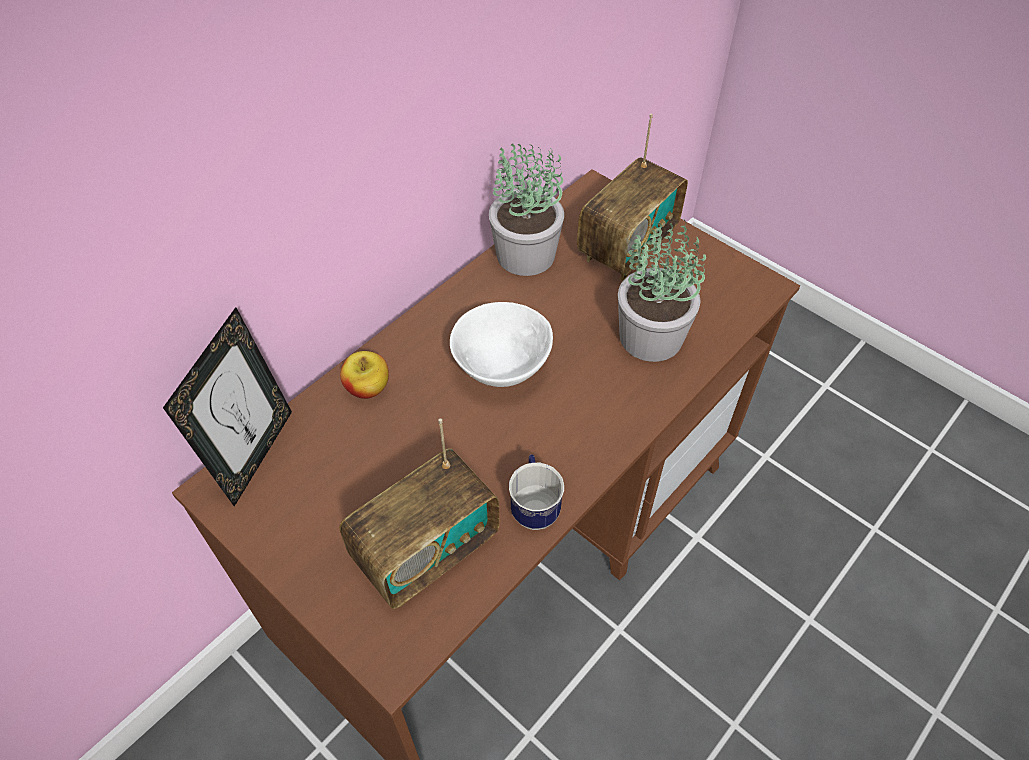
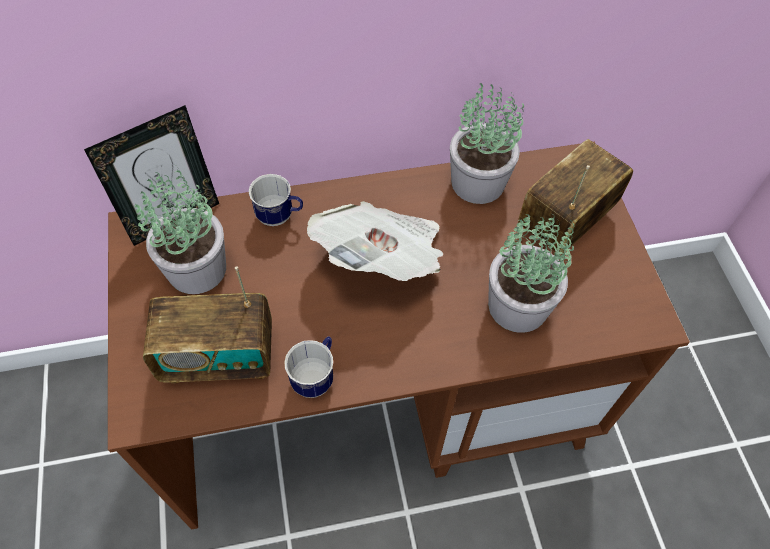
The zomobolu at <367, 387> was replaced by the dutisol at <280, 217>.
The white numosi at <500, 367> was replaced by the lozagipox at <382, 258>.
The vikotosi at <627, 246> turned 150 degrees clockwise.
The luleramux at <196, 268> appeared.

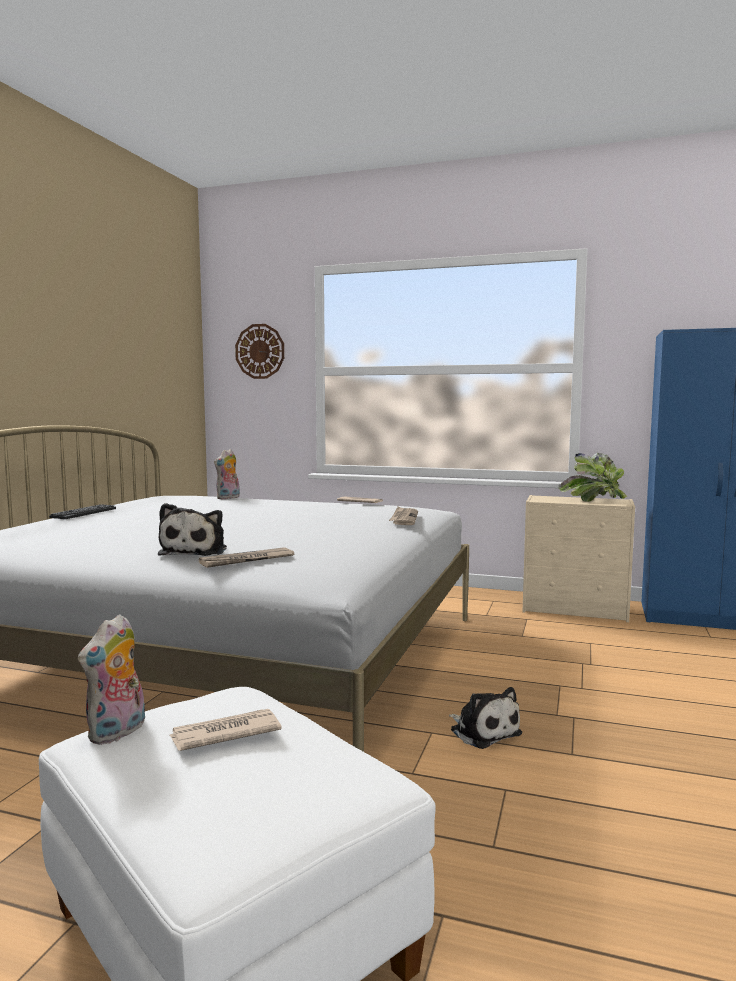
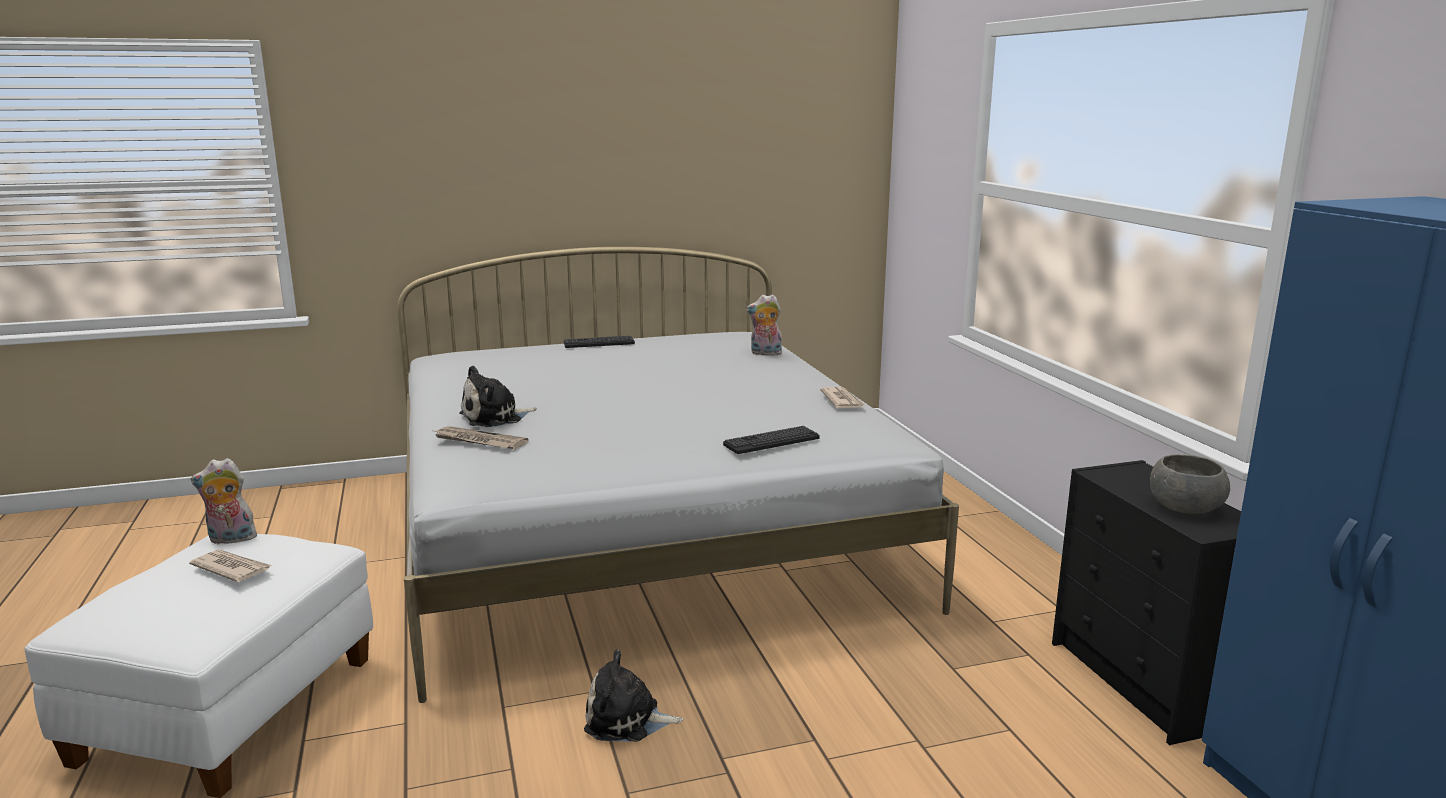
The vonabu at <260, 351> disappeared.
The lozagipox at <404, 518> was replaced by the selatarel at <771, 441>.
The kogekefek at <483, 731> turned 75 degrees clockwise.
The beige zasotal at <576, 610> became the black zasotal at <1144, 684>.
The luleramux at <593, 501> was replaced by the grey numosi at <1184, 507>.

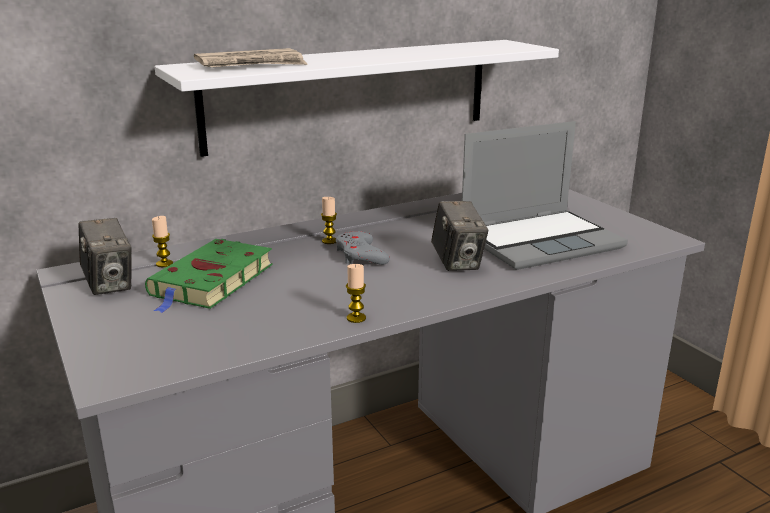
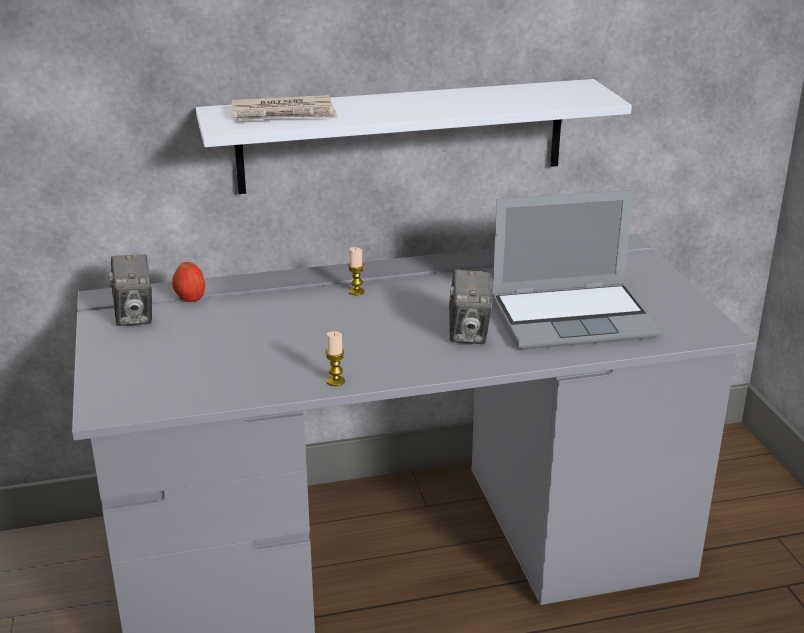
The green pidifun at <211, 281> disappeared.
The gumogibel at <164, 264> was replaced by the zomobolu at <190, 299>.
The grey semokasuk at <360, 255> disappeared.

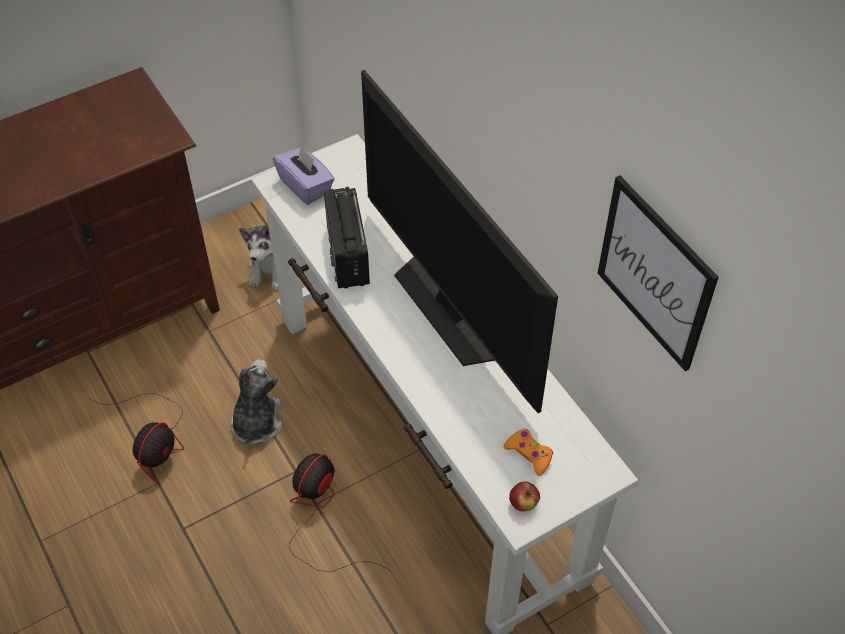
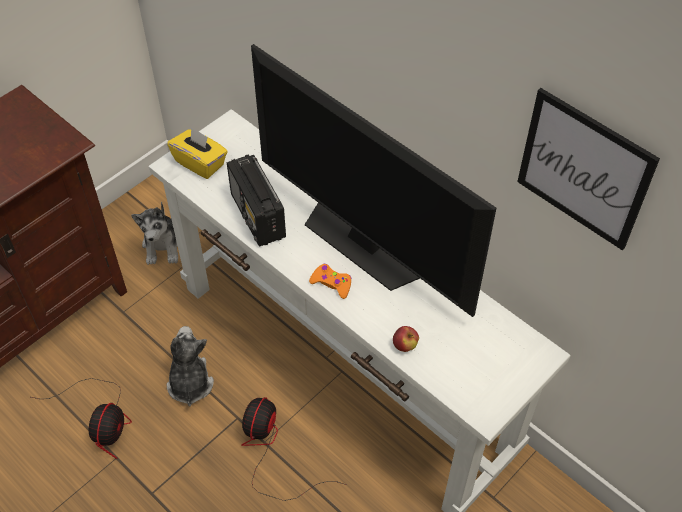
The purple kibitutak at <306, 186> became the yellow kibitutak at <200, 163>.
The orange semokasuk moved from <529, 454> to <332, 283>.
The zomobolu moved from <523, 504> to <405, 345>.

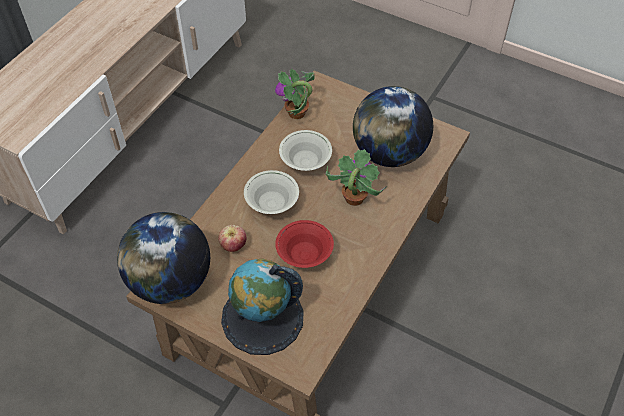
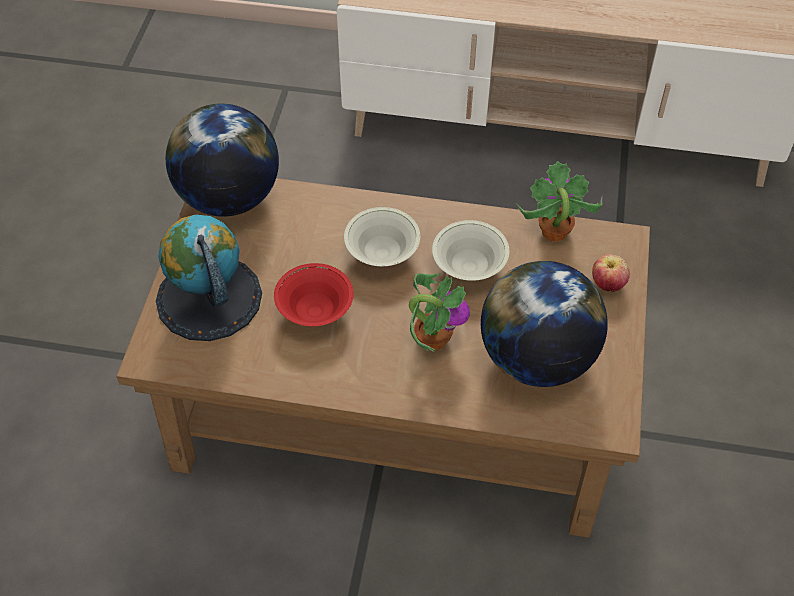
The zomobolu moved from <233, 246> to <607, 284>.

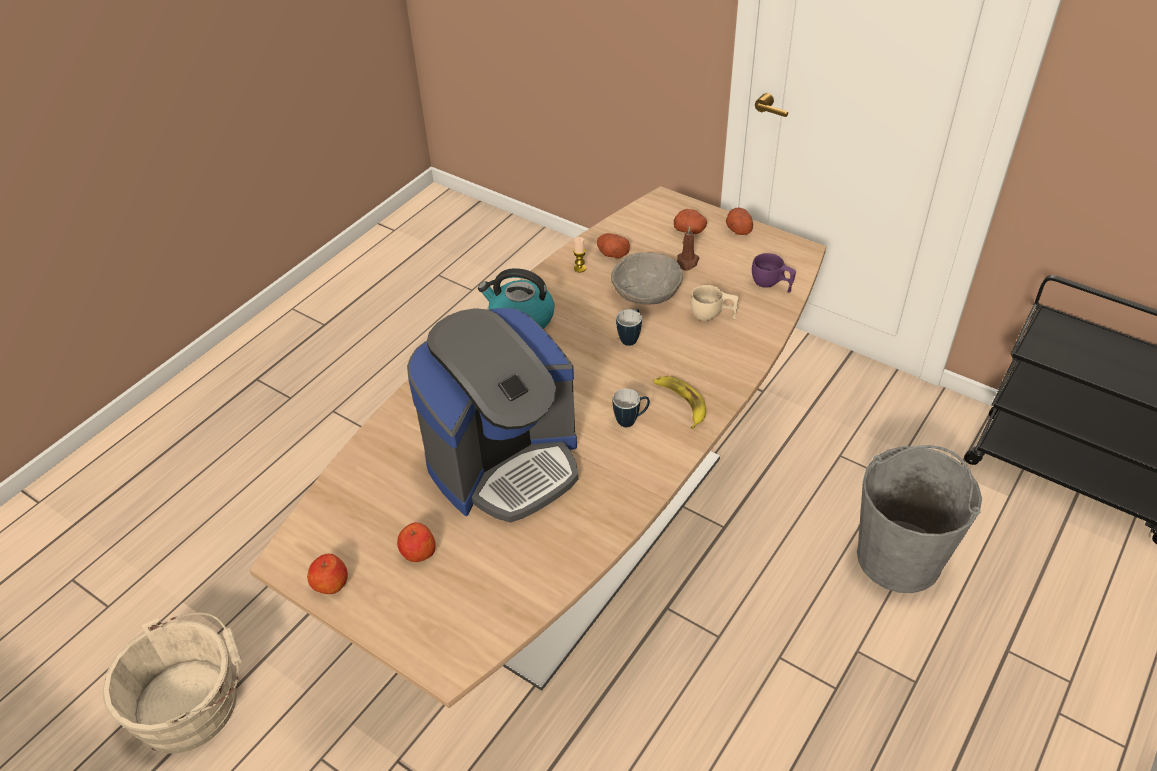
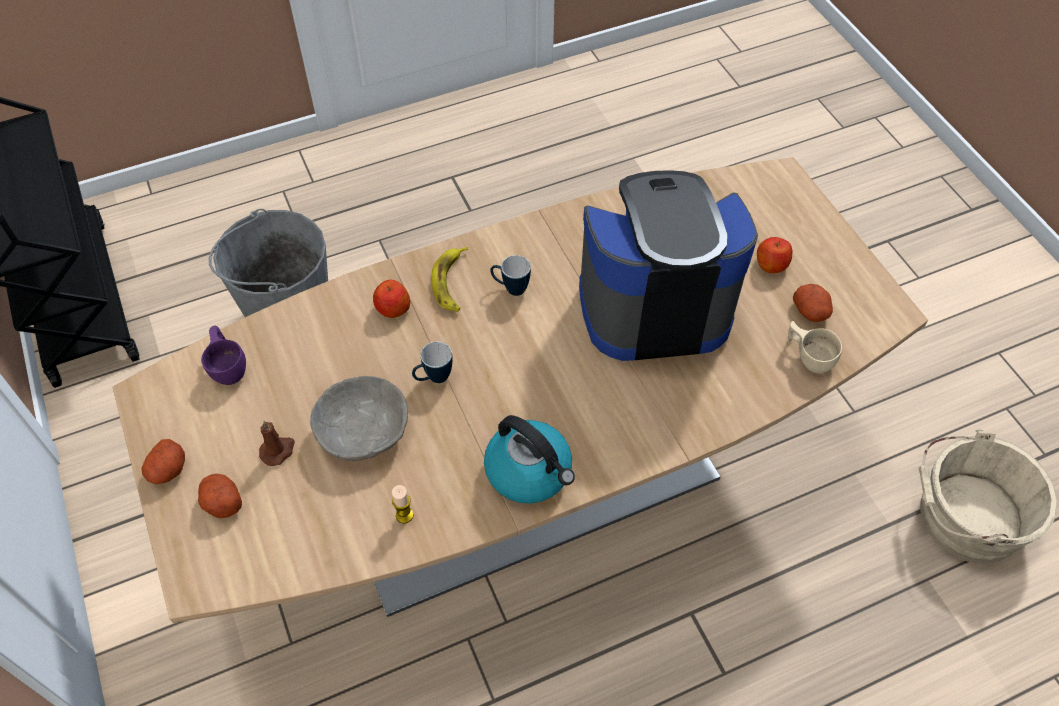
The zomobolu moved from <330, 583> to <392, 308>.
The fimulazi moved from <612, 253> to <811, 311>.
The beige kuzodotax moved from <712, 315> to <808, 356>.

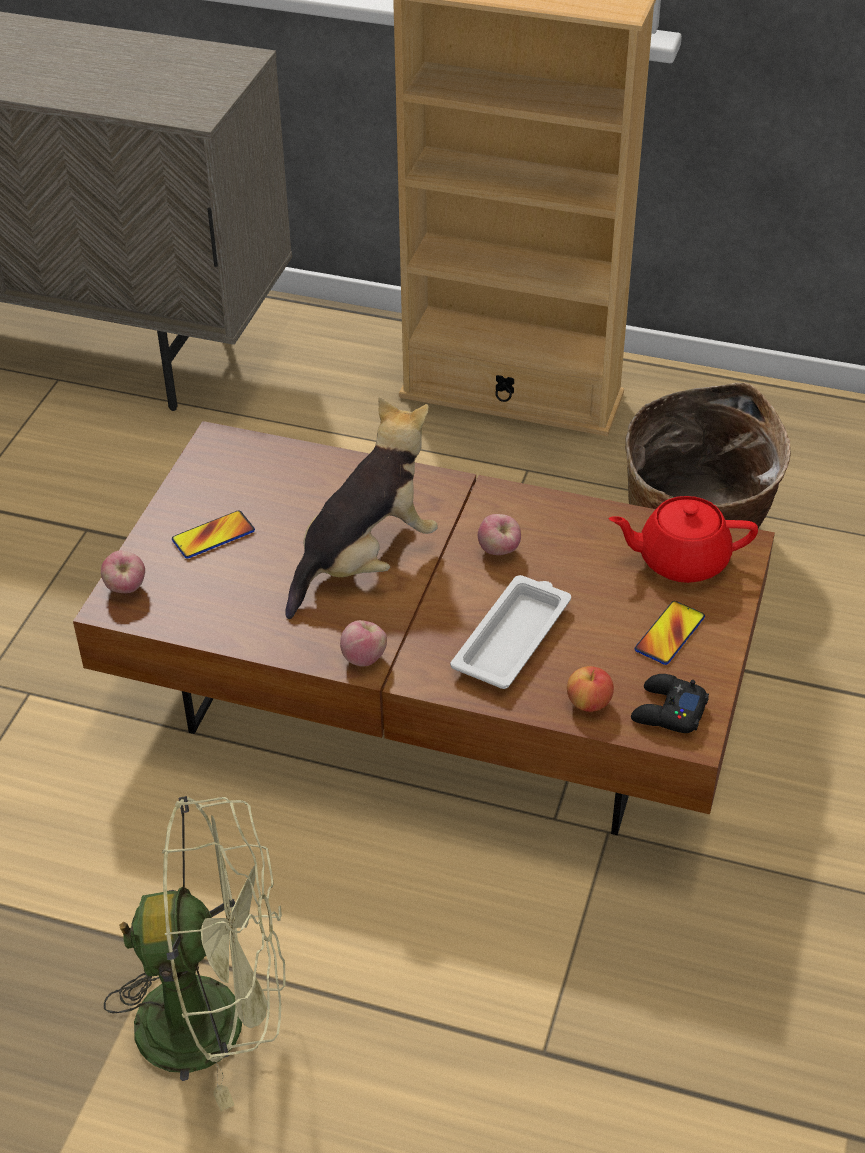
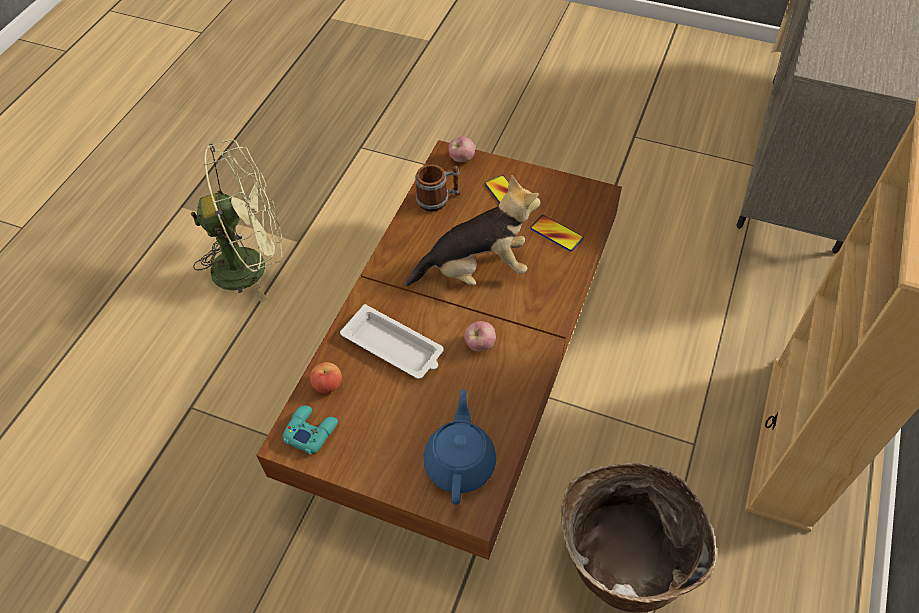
The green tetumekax at <216, 1019> turned 105 degrees counterclockwise.
The kogekefek at <365, 560> turned 60 degrees counterclockwise.
The zomobolu at <364, 658> disappeared.
The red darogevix at <680, 560> became the blue darogevix at <460, 463>.
The black semokasuk at <667, 711> became the turquoise semokasuk at <310, 431>.
The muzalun moved from <669, 634> to <556, 234>.
The dutisol at <438, 199> appeared.

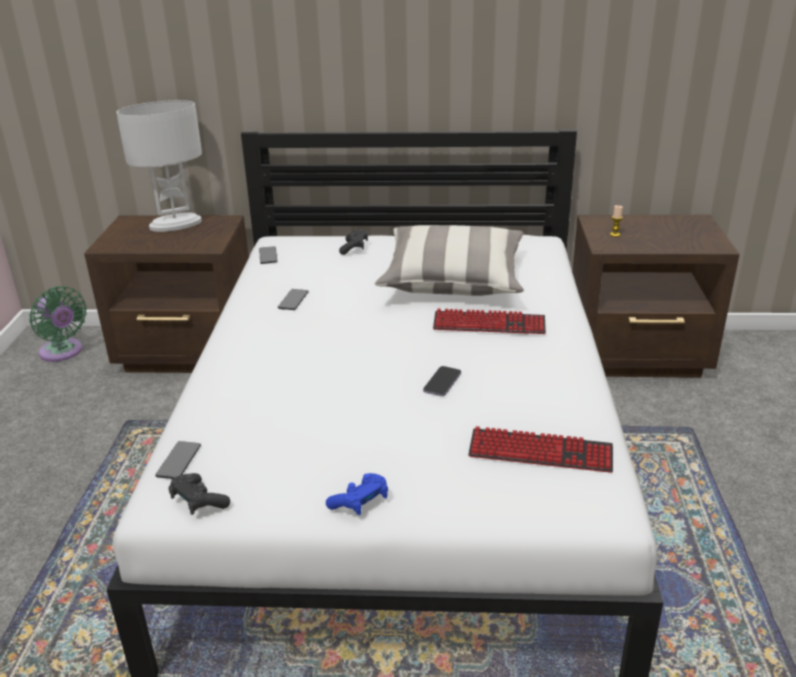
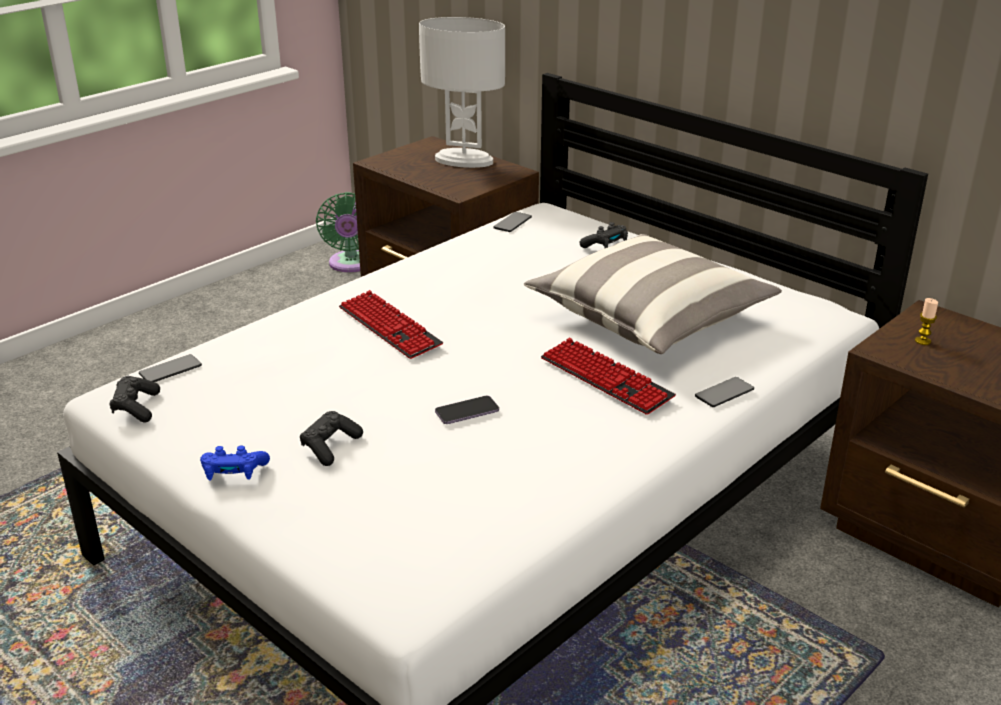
The muzalun moved from <293, 300> to <724, 393>.
The selatarel moved from <540, 452> to <389, 327>.
The black semokasuk at <330, 447> appeared.

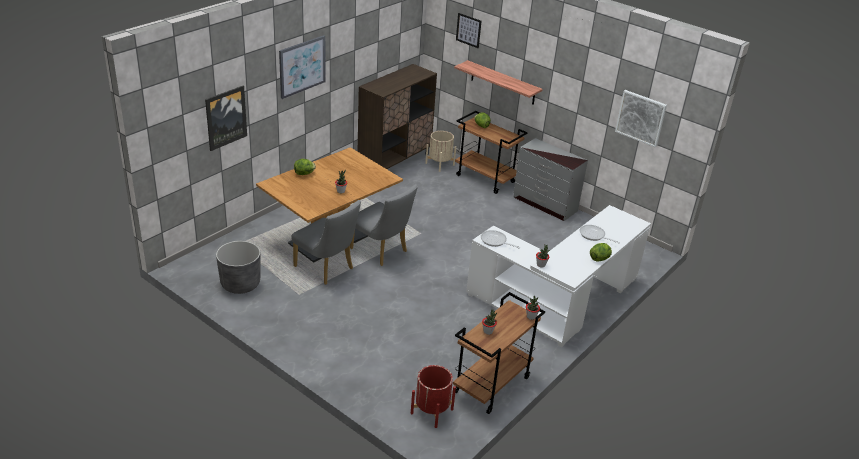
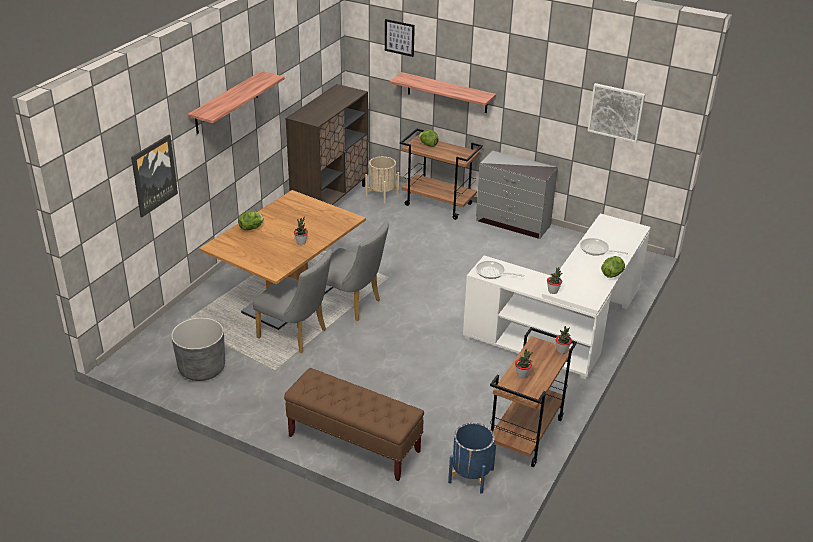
The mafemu at <302, 66> was replaced by the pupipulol at <227, 103>.
The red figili at <432, 411> became the blue figili at <471, 476>.
The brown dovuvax at <353, 444> appeared.

